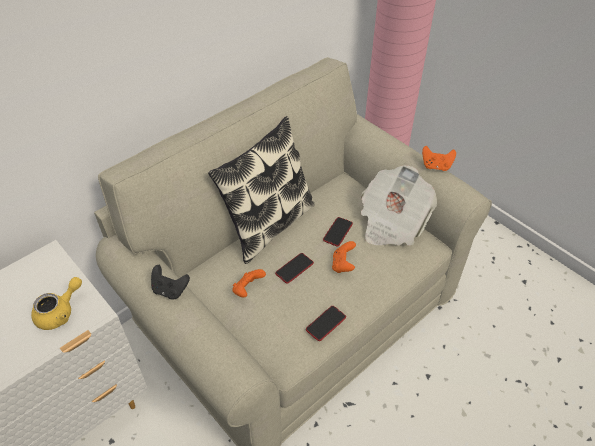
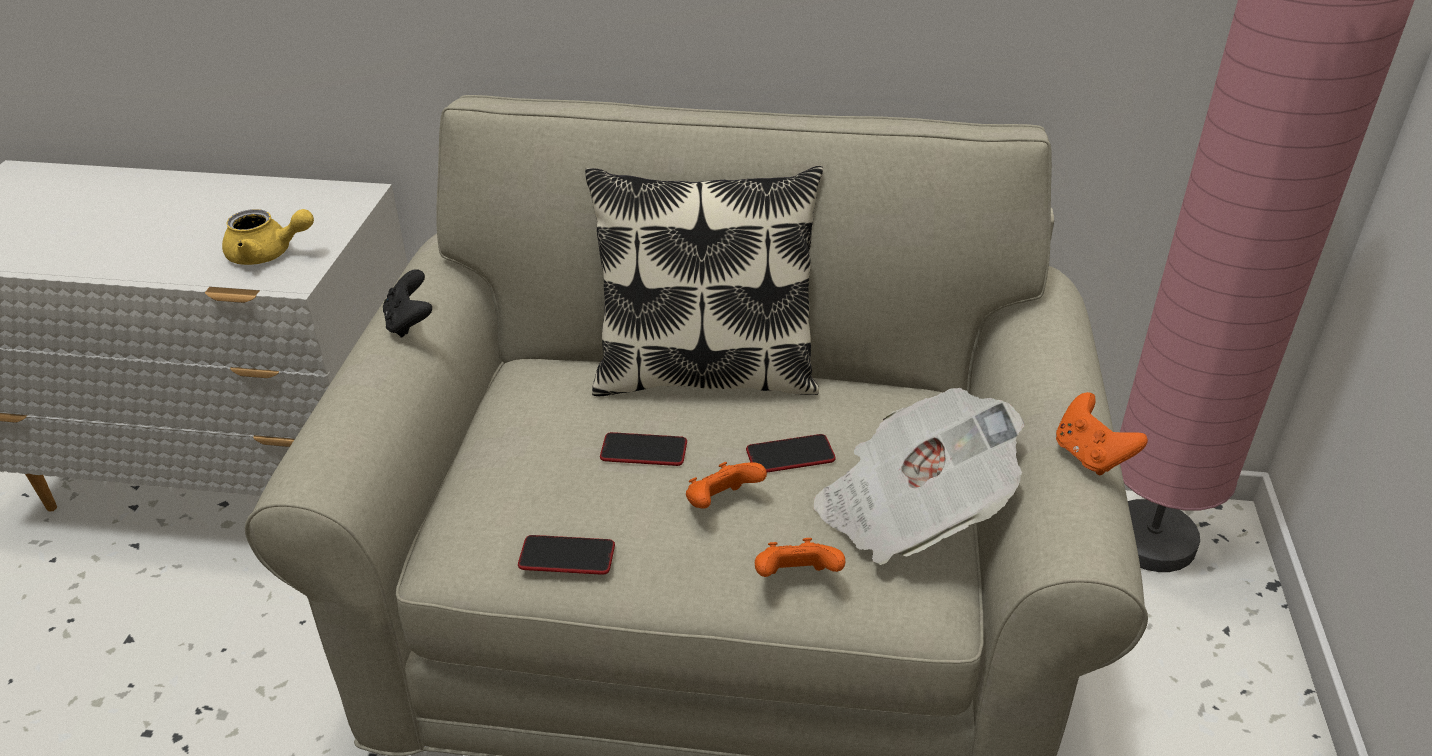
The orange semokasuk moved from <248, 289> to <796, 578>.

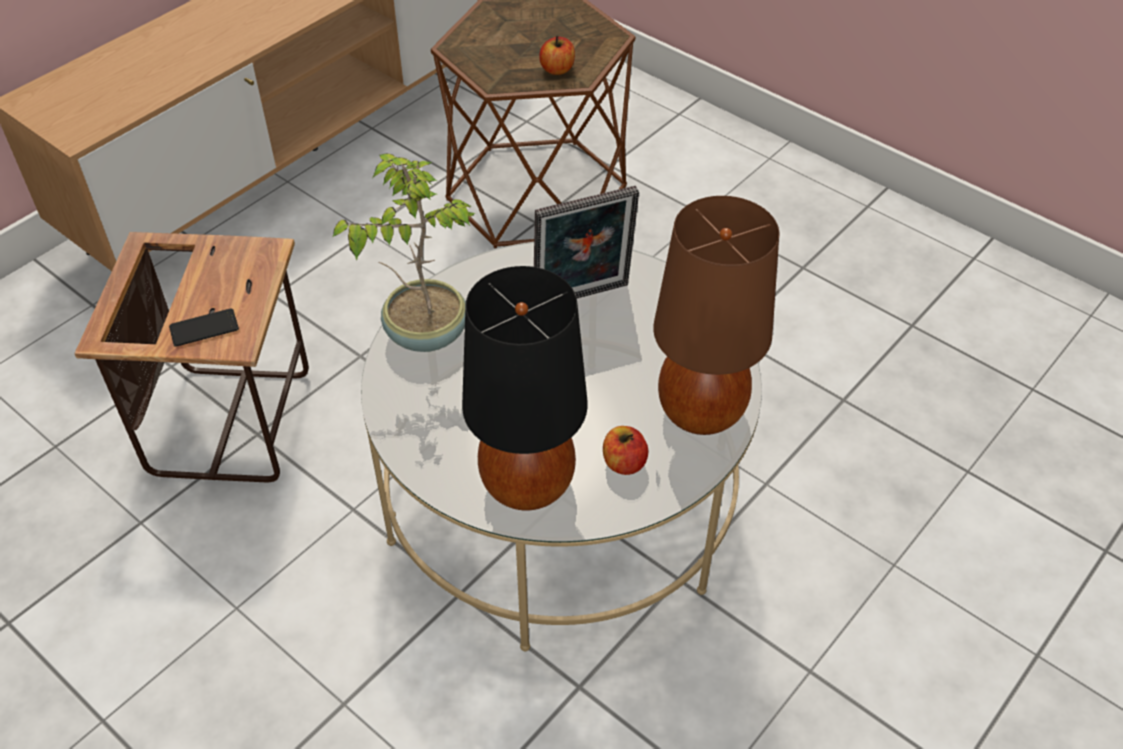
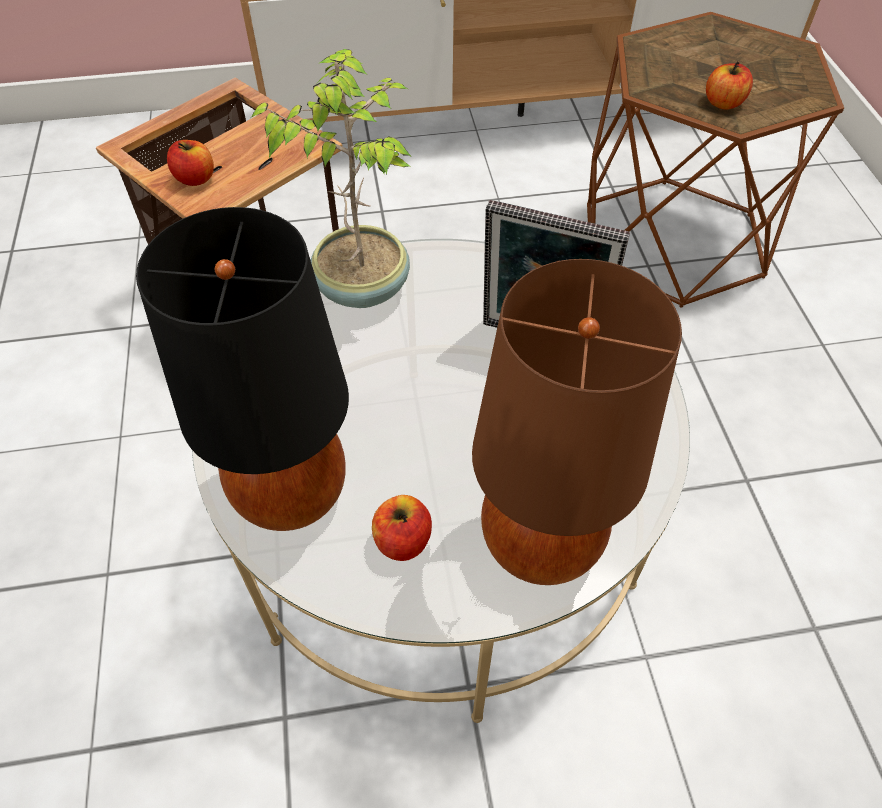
The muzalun at <204, 328> was replaced by the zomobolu at <195, 178>.

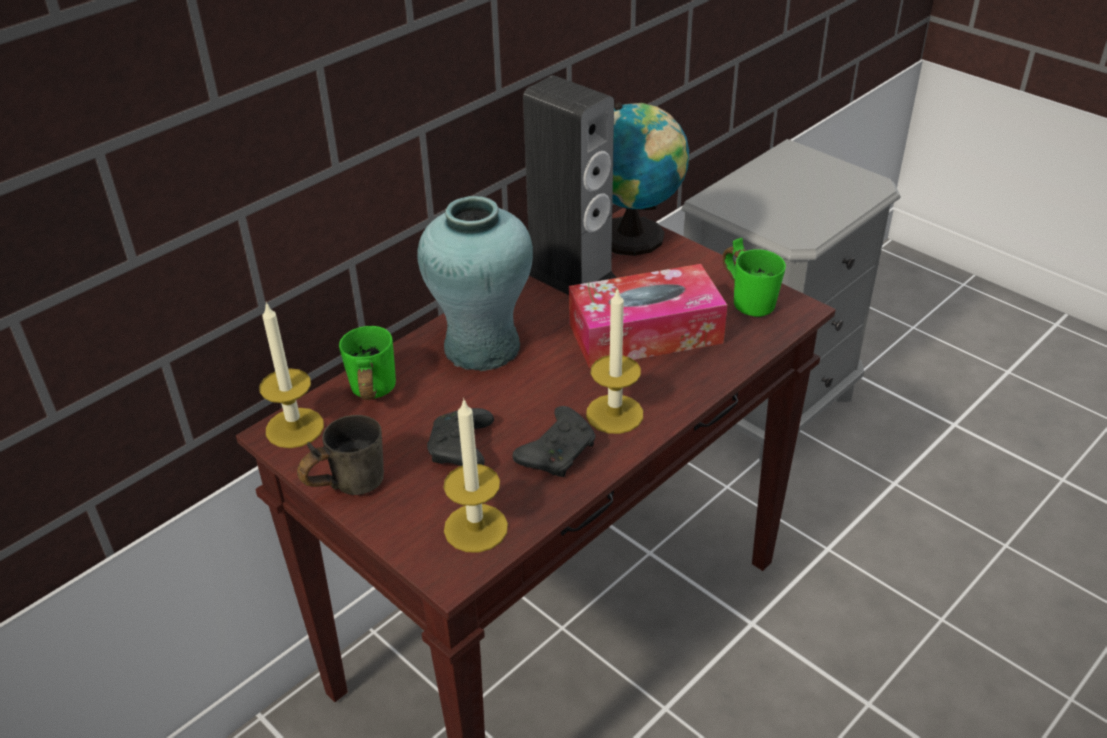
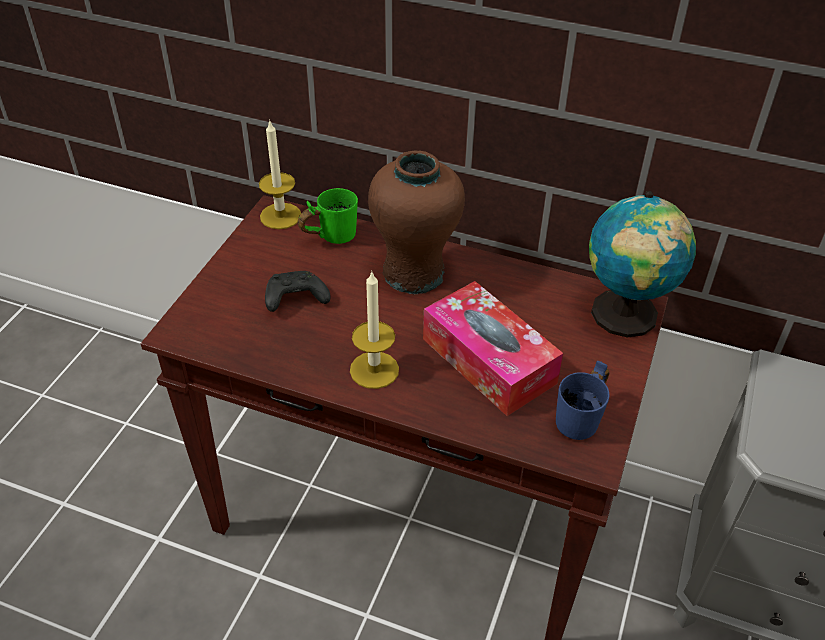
The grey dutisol at <346, 483> disappeared.
The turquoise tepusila at <481, 347> became the brown tepusila at <414, 272>.
The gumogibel at <476, 528> disappeared.
The black semokasuk at <558, 452> disappeared.
The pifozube at <570, 275> disappeared.
The green dutisol at <751, 300> became the blue dutisol at <585, 421>.

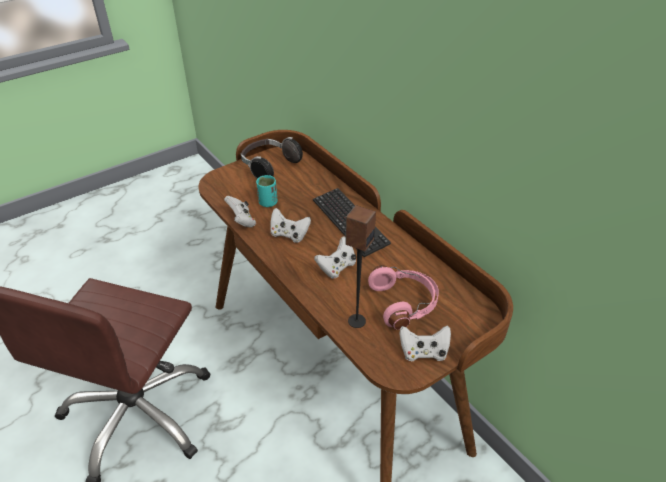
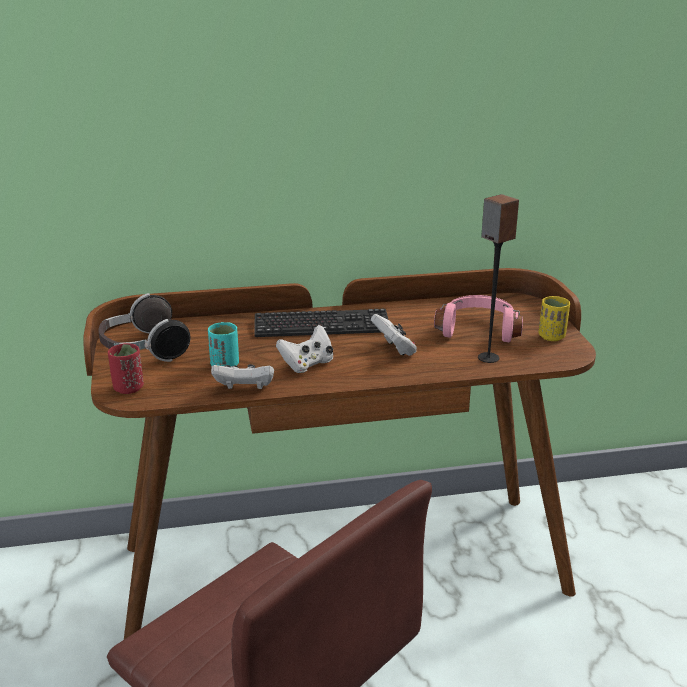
The white semokasuk at <423, 352> was replaced by the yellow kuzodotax at <551, 337>.
The red kuzodotax at <128, 388> appeared.

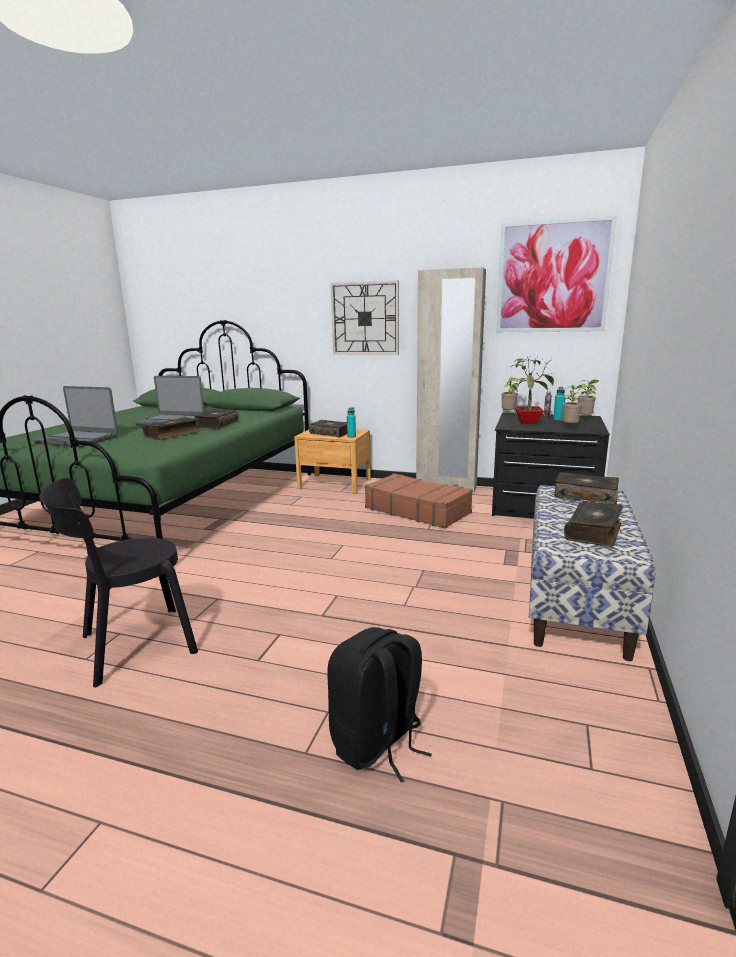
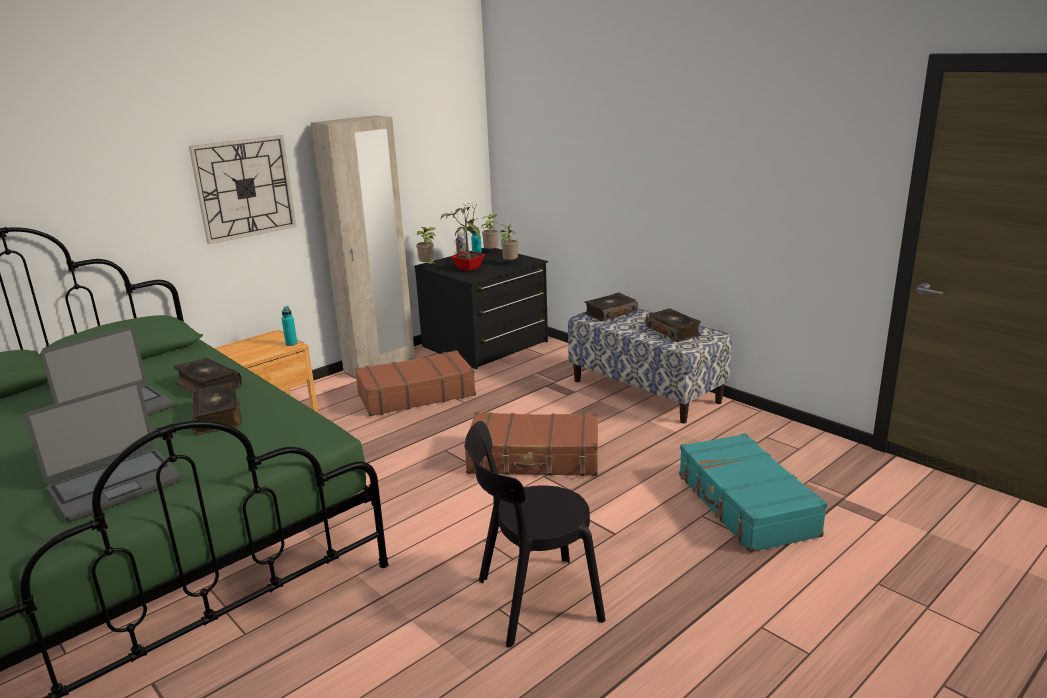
The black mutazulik at <131, 646> turned 75 degrees clockwise.
The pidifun at <330, 433> disappeared.
The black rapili at <377, 744> was replaced by the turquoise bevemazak at <745, 505>.
The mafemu at <553, 277> disappeared.
The brown bevemazak at <534, 458> appeared.

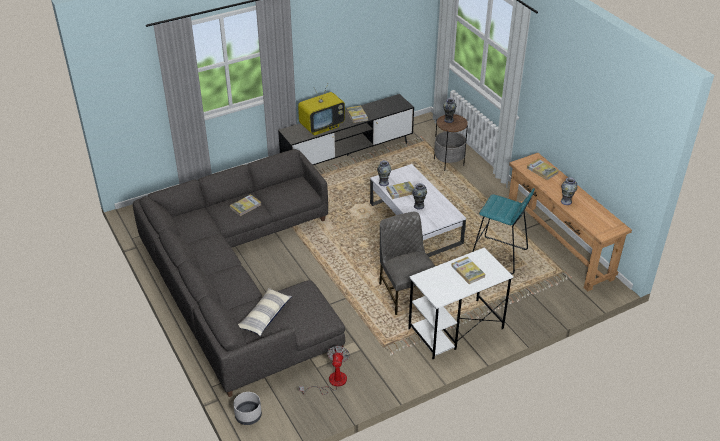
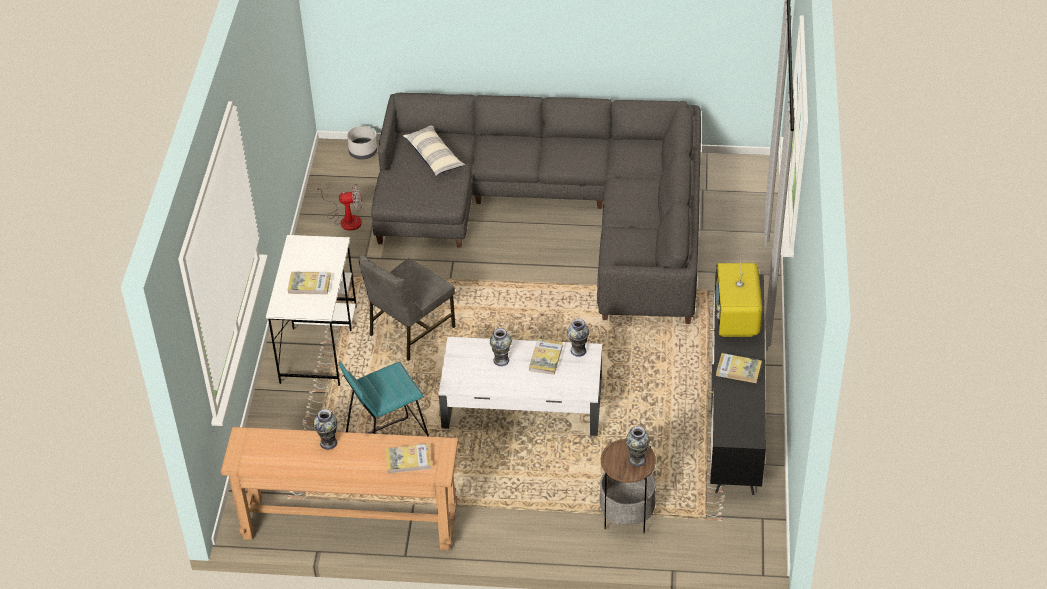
The pidifun at <245, 206> disappeared.
The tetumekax at <331, 382> turned 45 degrees counterclockwise.
The grey mutazulik at <406, 293> turned 120 degrees clockwise.

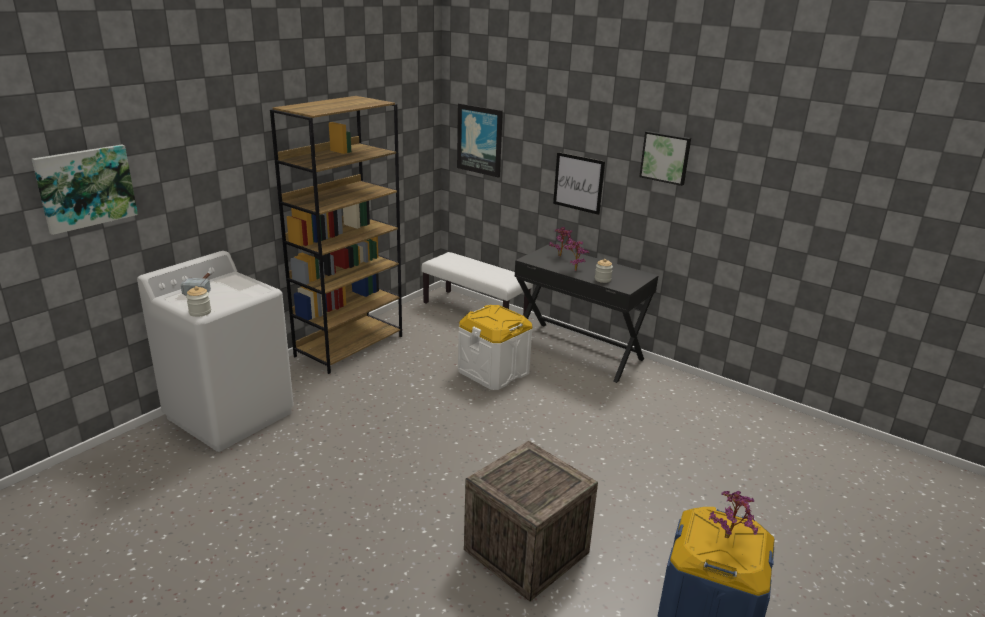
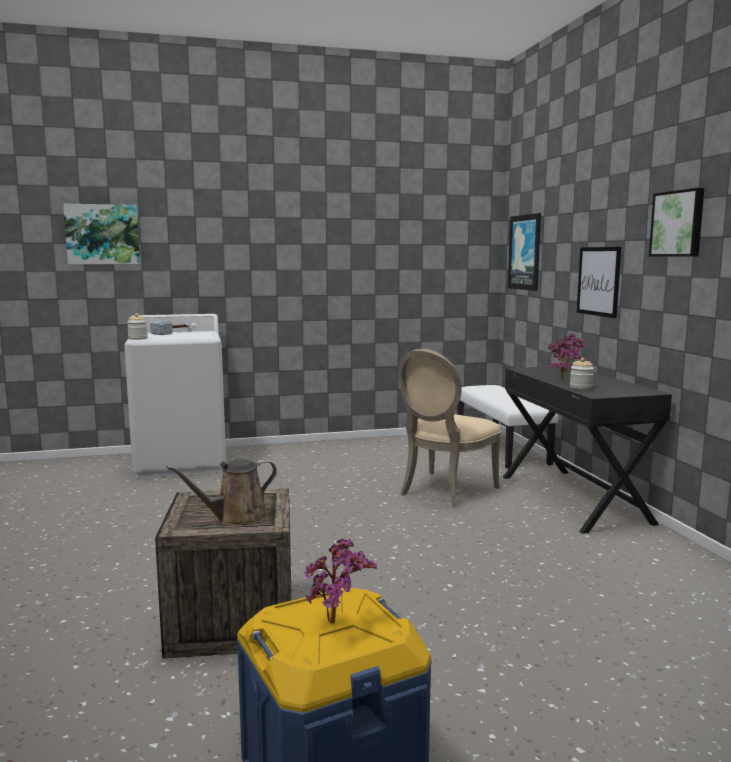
The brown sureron at <349, 346> disappeared.
The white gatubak at <493, 372> was replaced by the beige mutazulik at <444, 491>.
The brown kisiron at <236, 518> appeared.

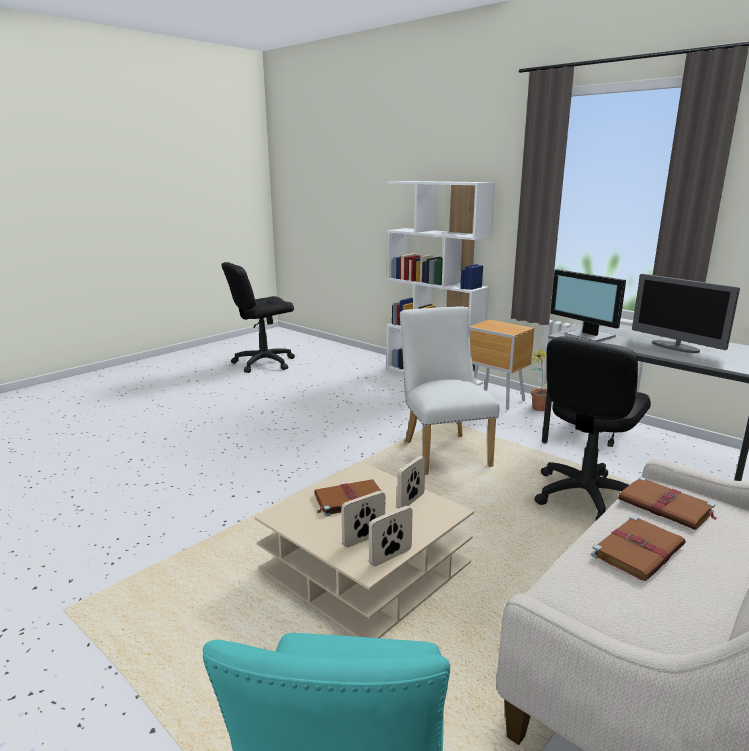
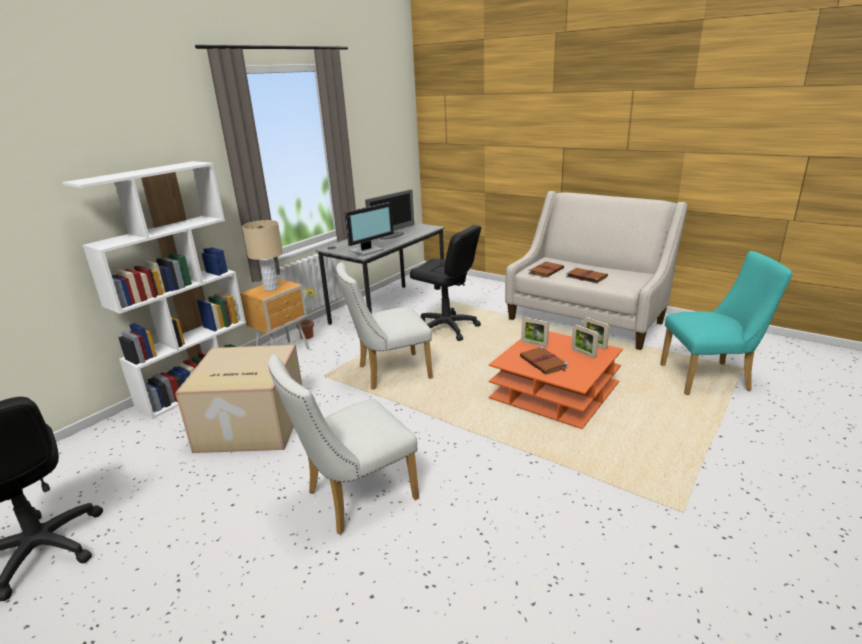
The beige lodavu at <365, 567> became the orange lodavu at <554, 391>.
The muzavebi at <250, 425> appeared.
The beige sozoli at <271, 288> appeared.
The white mutazulik at <354, 498> appeared.

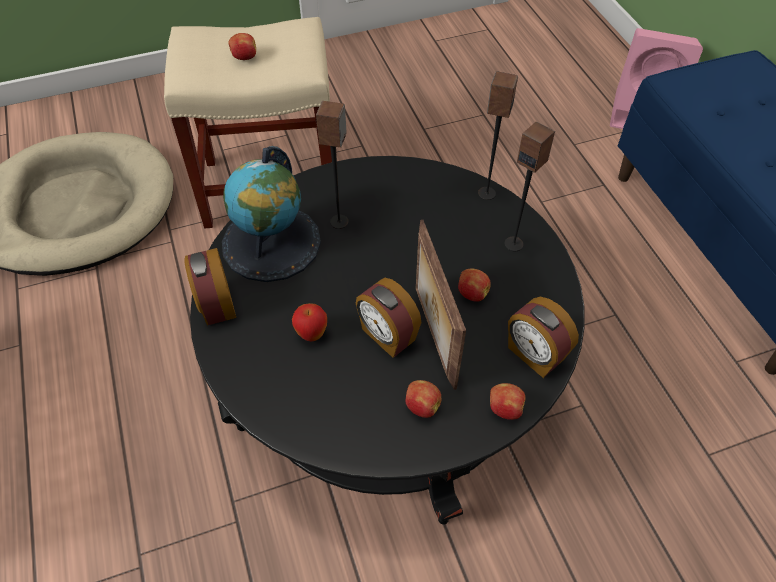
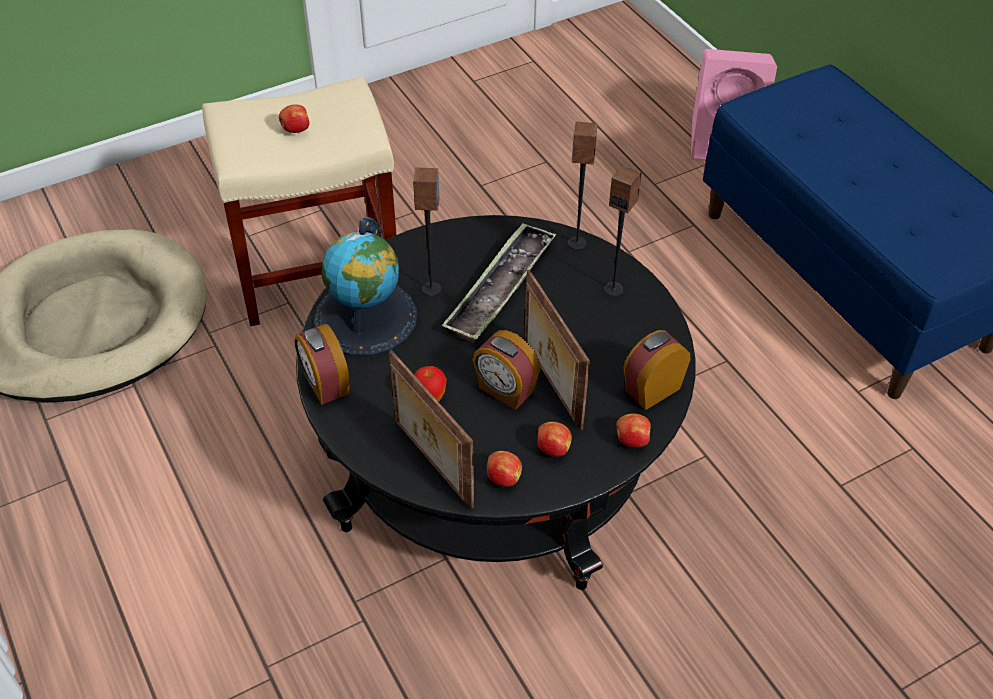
The zomobolu moved from <471, 293> to <503, 478>.
The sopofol at <534, 354> turned 105 degrees clockwise.
The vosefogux at <431, 463> appeared.
The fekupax at <500, 288> appeared.

